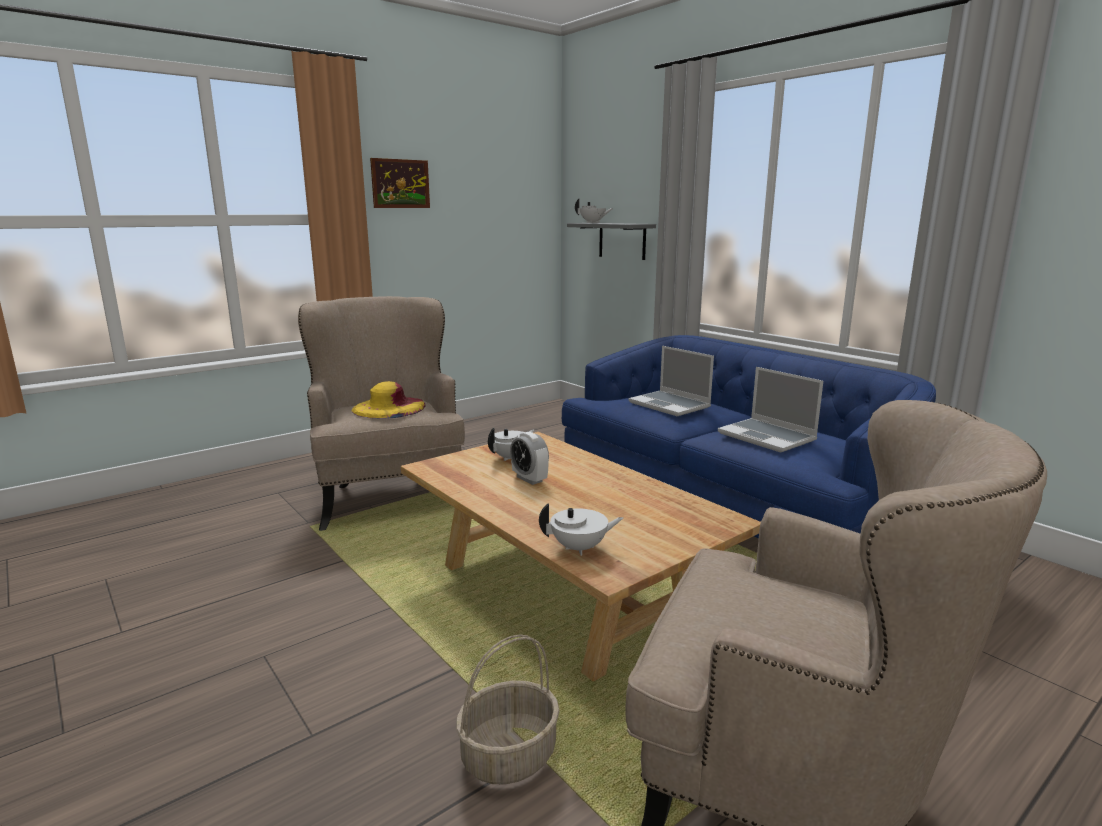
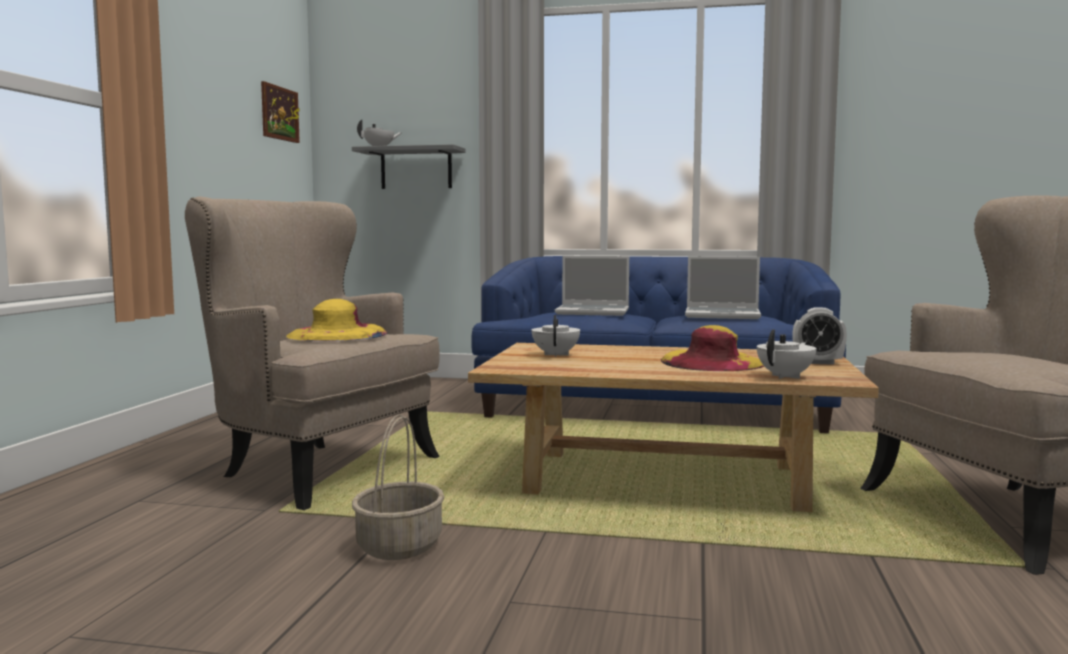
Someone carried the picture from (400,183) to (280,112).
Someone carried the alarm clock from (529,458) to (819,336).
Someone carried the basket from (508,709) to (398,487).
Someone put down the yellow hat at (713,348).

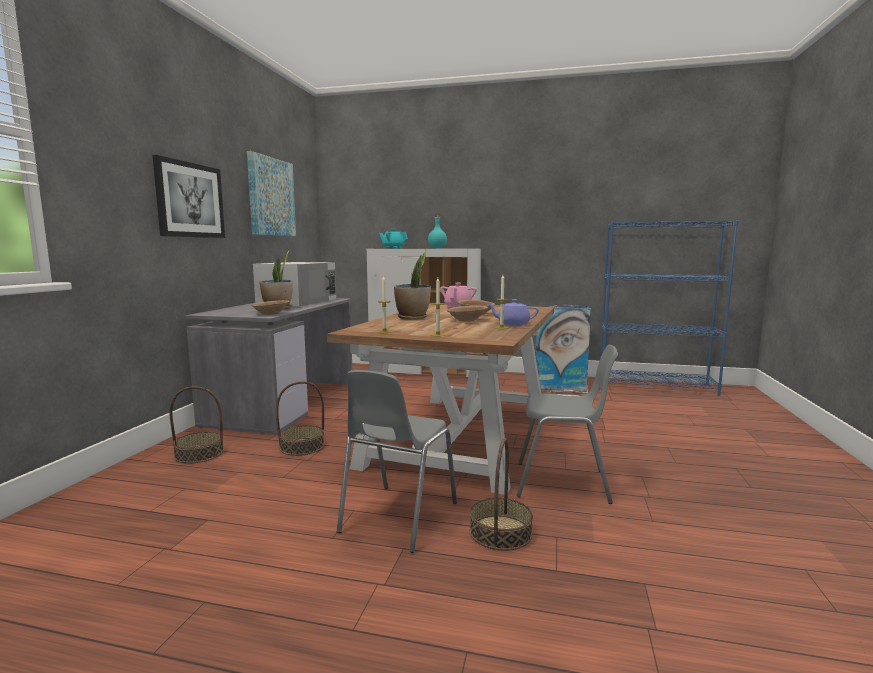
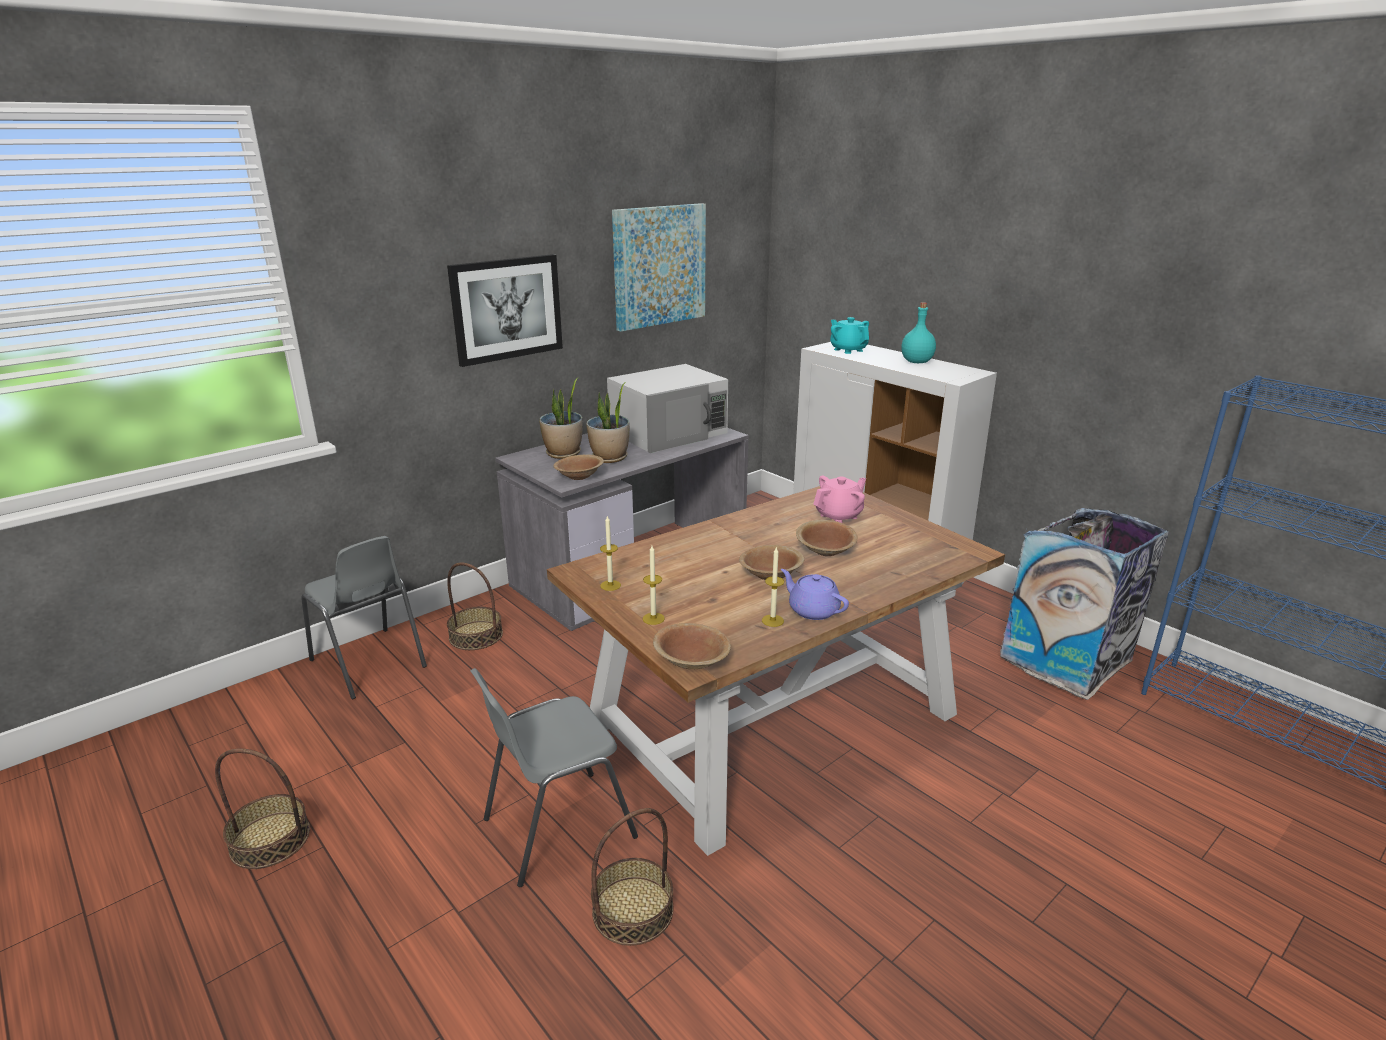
Someone carried the potted plant from (412,285) to (561,418).
Someone carried the grey chair from (567,424) to (364,617).
Someone carried the basket from (300,418) to (262,808).
Someone put down the brown bowl at (692,646).

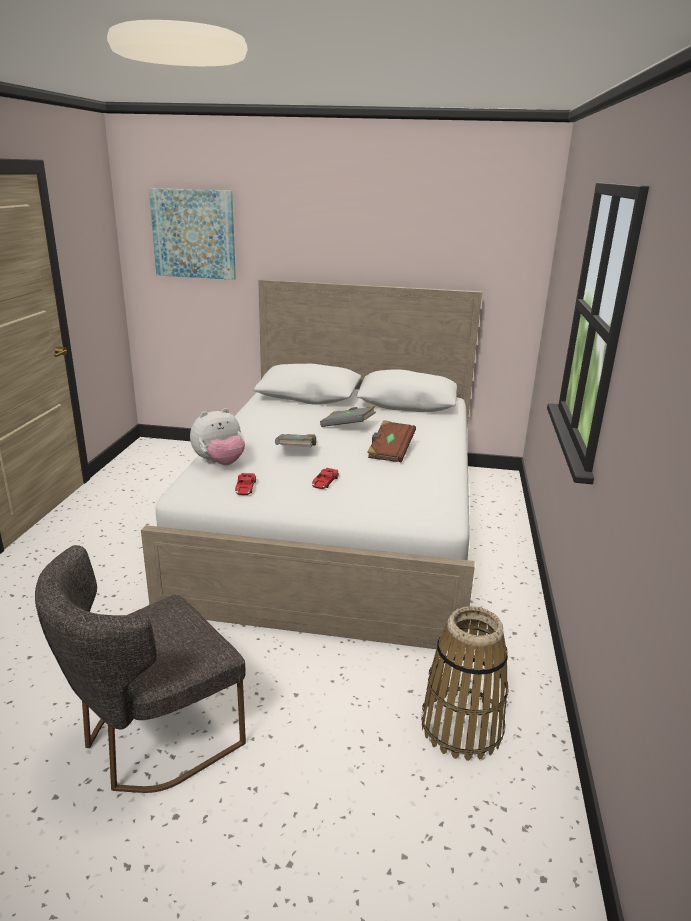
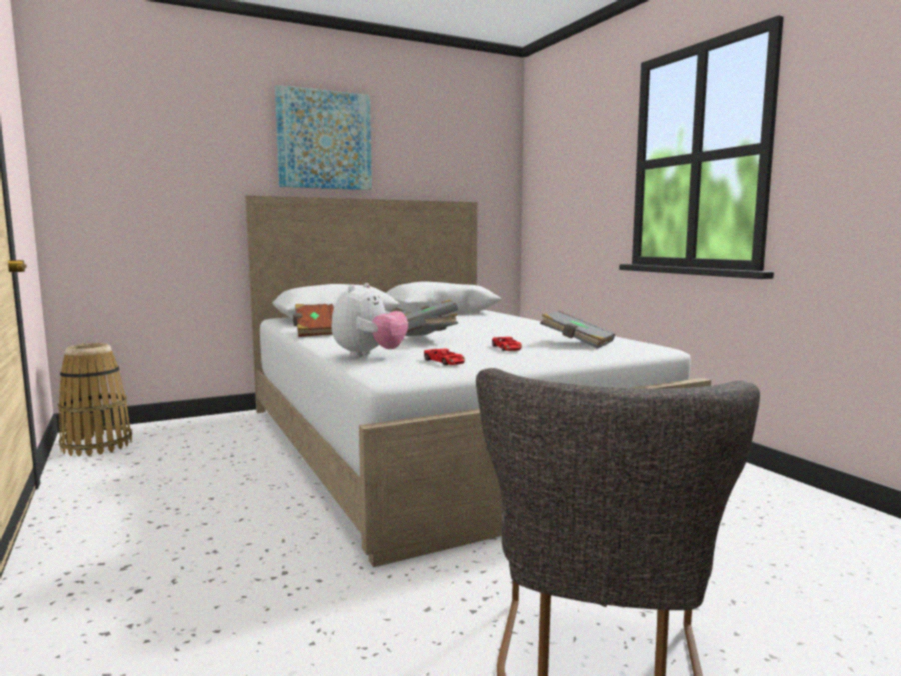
Someone carried the picture from (192,234) to (323,137).
Someone carried the brown book from (391,441) to (313,320).
Someone carried the basket from (464,683) to (95,399).
Someone put down the grey book at (577,330).

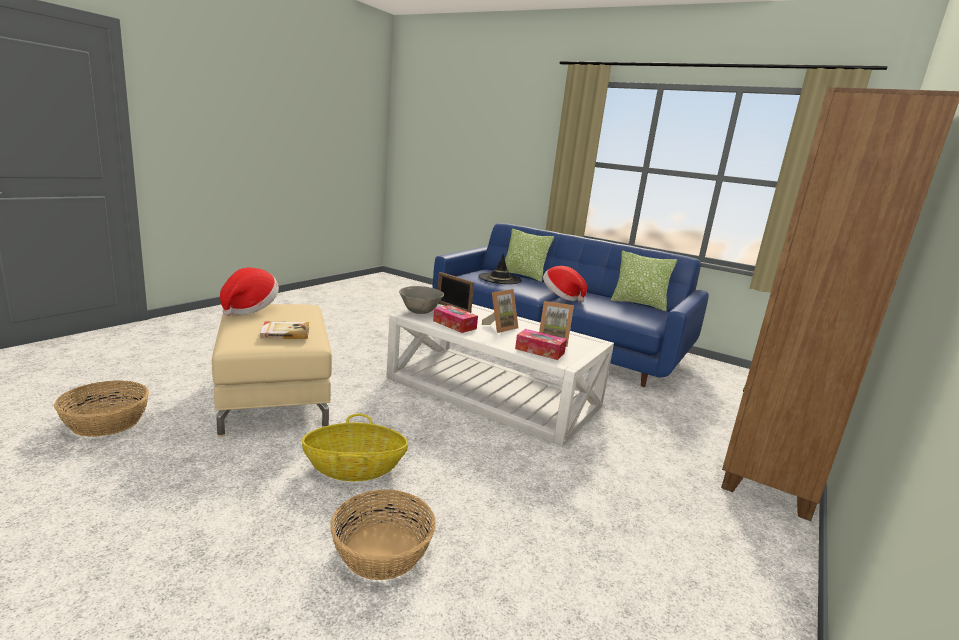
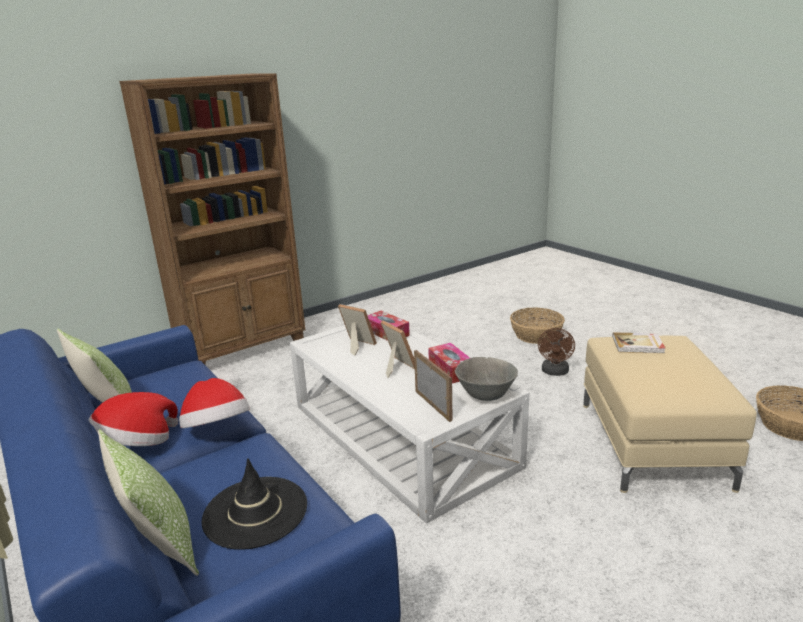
Someone carried the hat from (249,291) to (133,419).
Someone rotated the picture frame at (500,311) by 75 degrees clockwise.
Someone swapped the basket at (355,447) for the brown fan at (556,352).

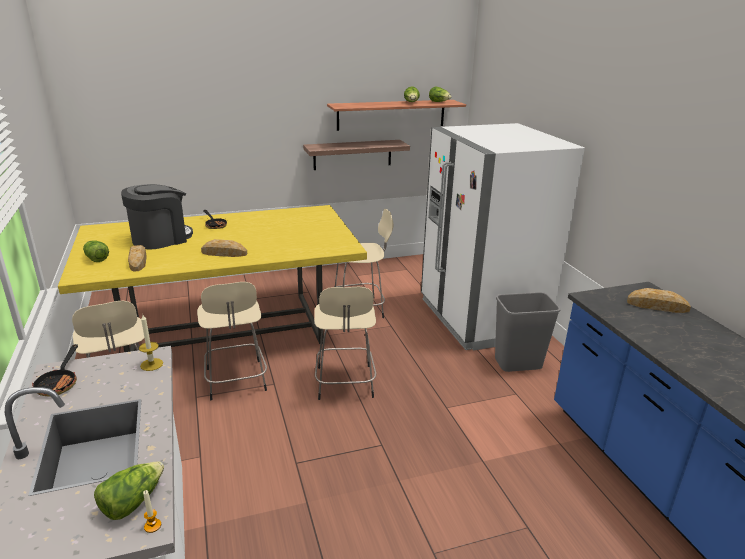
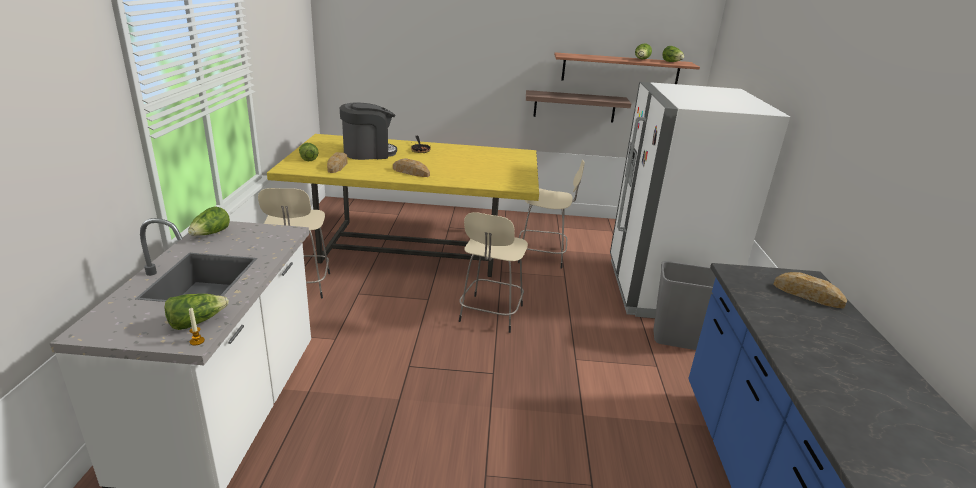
Someone took away the beige stool at (232,341).
Someone took away the candle at (151,343).
Someone swapped the frying pan at (55,370) for the lettuce at (209,221).

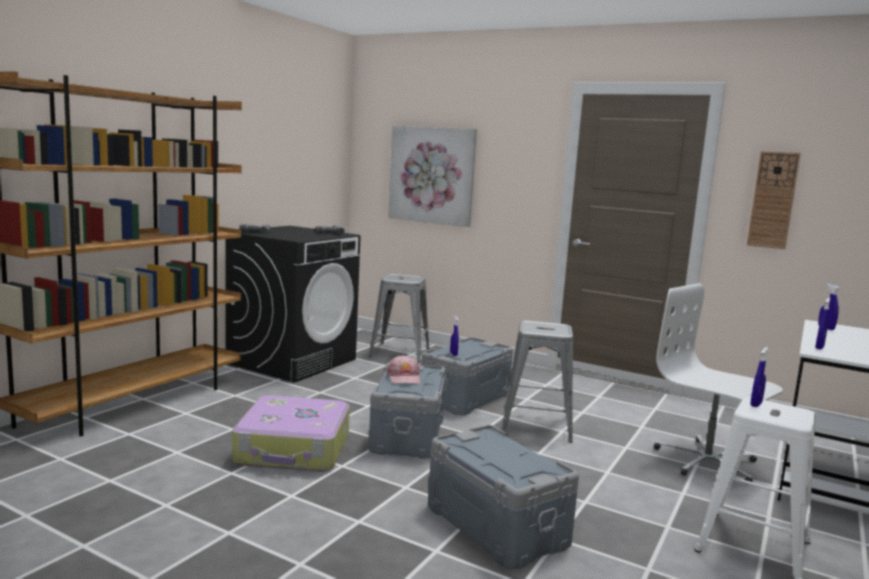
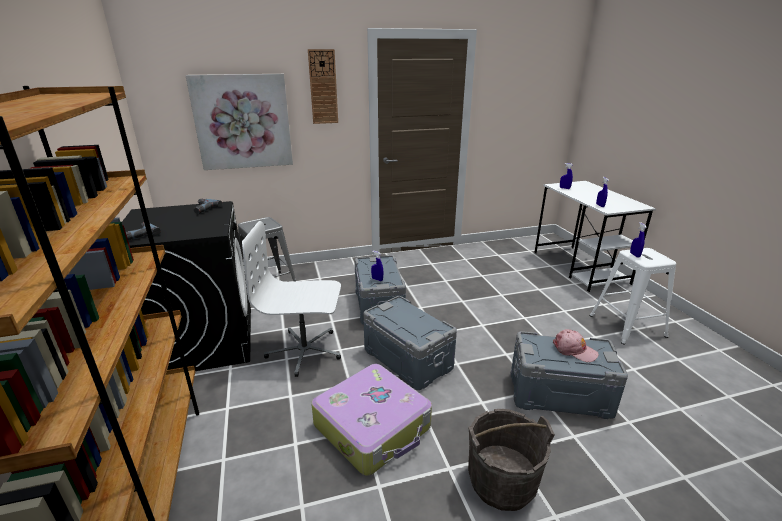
Someone carried the wall clock from (774,200) to (323,86).
Someone carried the white office chair from (718,382) to (291,299).
Someone took away the grey stool at (537,382).
Someone carried the pink cap from (403,369) to (576,345).
Someone put down the grey bucket at (511,460).

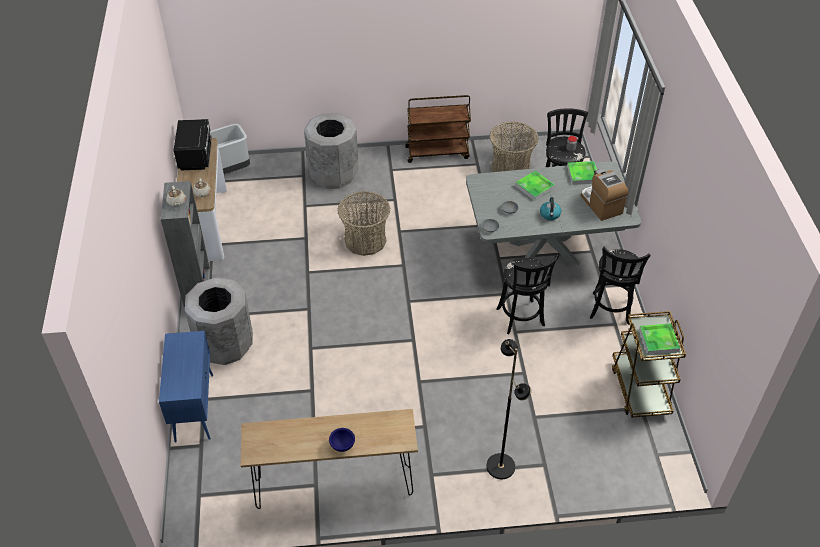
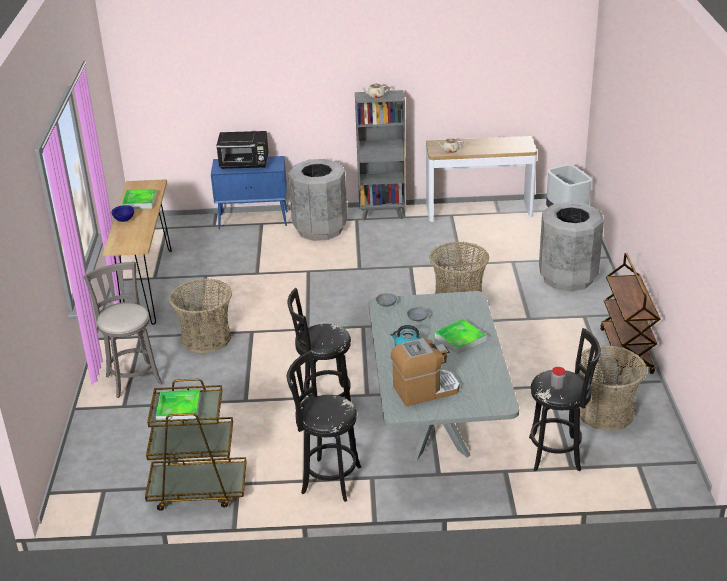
Someone carried the black microwave from (193,144) to (242,150).
Someone carried the tray from (582,173) to (139,199).
Someone swapped the black floor lamp at (508,409) for the grey stool at (123,330).
Someone put down the basket at (200,316).

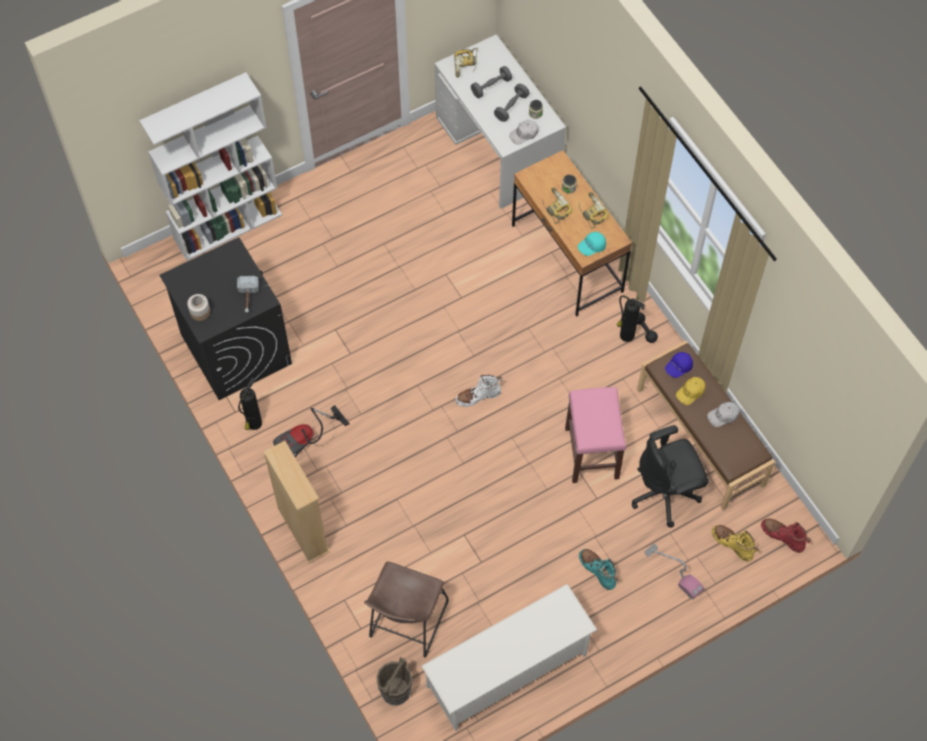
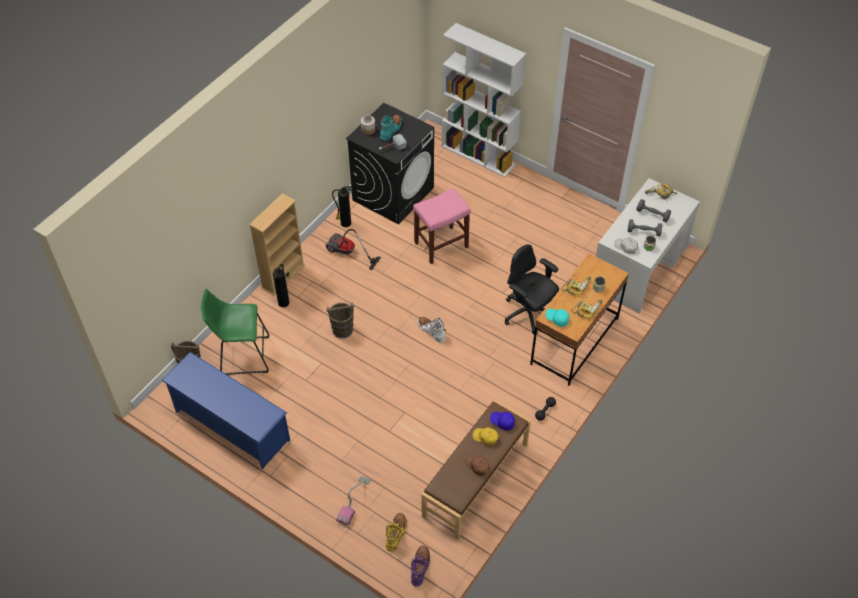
Someone carried the fire extinguisher from (631,318) to (281,285).
Someone carried the pink stool from (595,435) to (442,226).
Someone repainted the white cap at (723,414), which became the brown cap at (477,465).
Someone carried the black office chair from (669,476) to (532,289).
Someone repainted the red boot at (786,535), which became the purple boot at (420,566).
Someone carried the turquoise boot from (598,569) to (391,128).
Someone repainted the brown stool at (406,610), which became the green stool at (235,332).
Someone repainted the white shoe rack at (509,657), which became the blue shoe rack at (225,410).
Someone put down the brown bucket at (340,320).

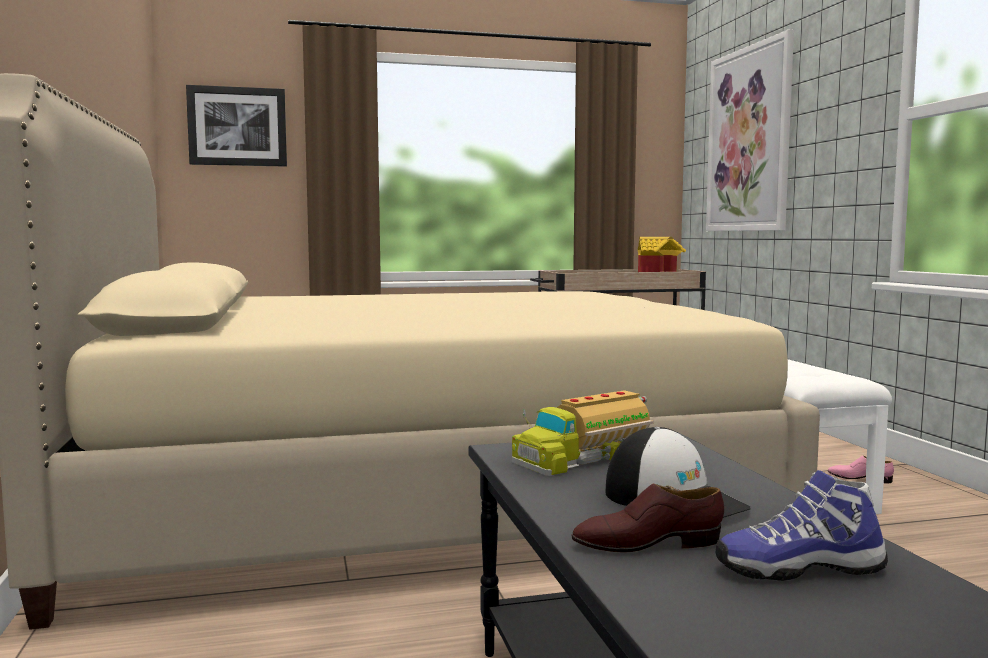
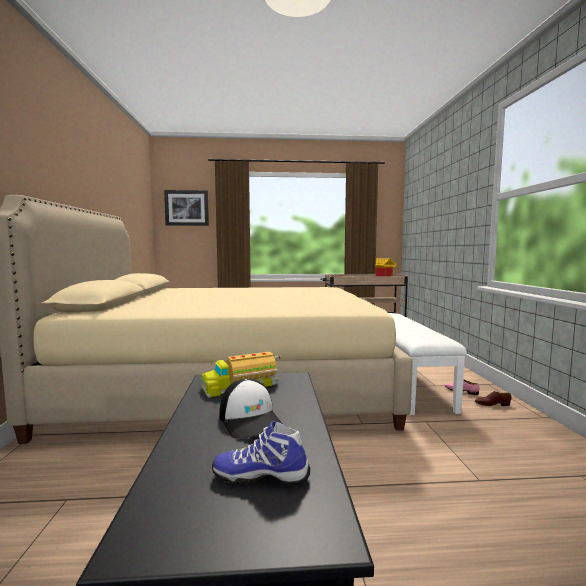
Someone took away the picture at (750,130).
Someone carried the brown shoe from (648,518) to (492,398).

